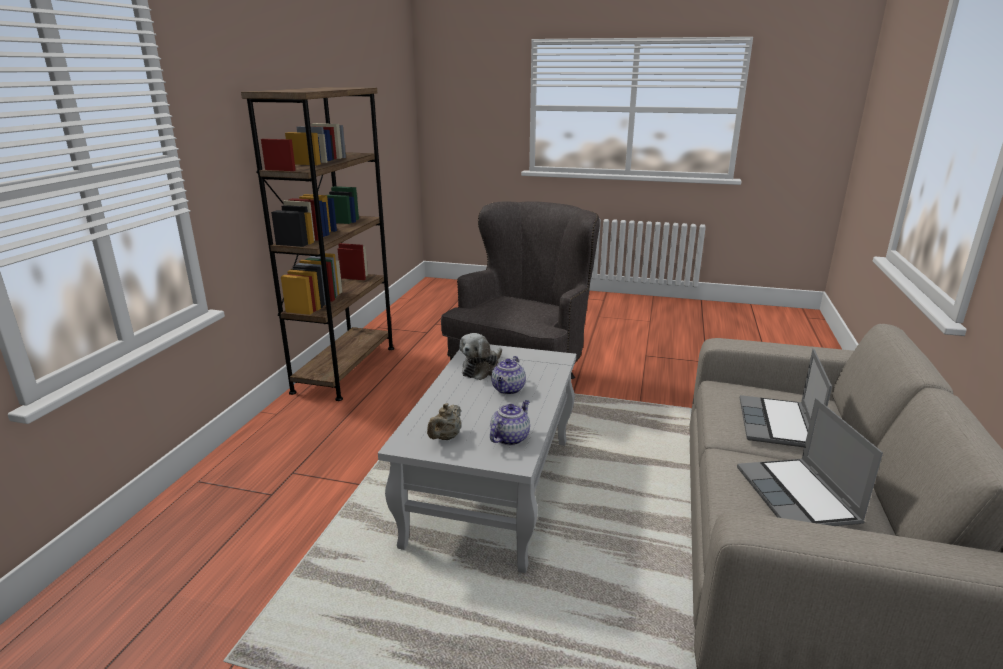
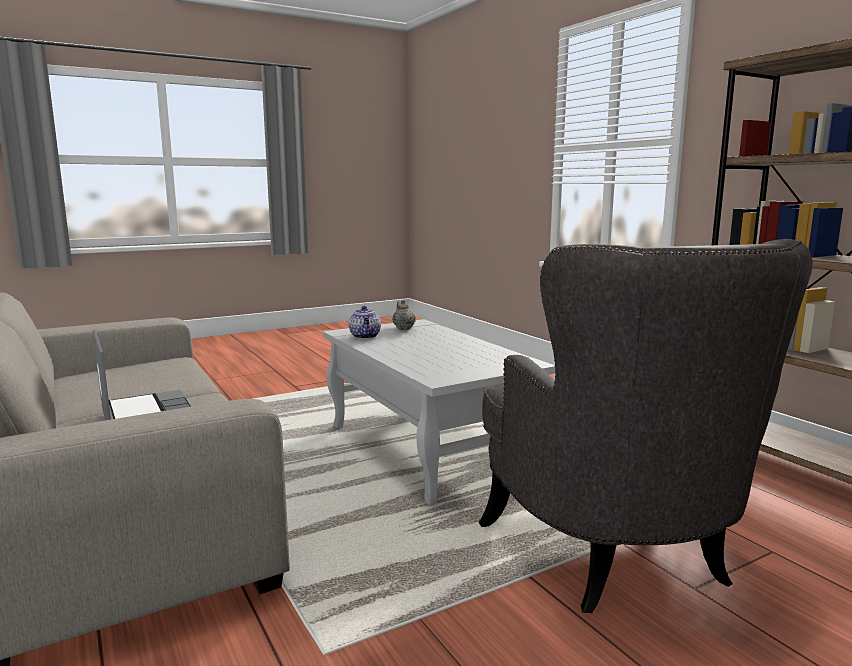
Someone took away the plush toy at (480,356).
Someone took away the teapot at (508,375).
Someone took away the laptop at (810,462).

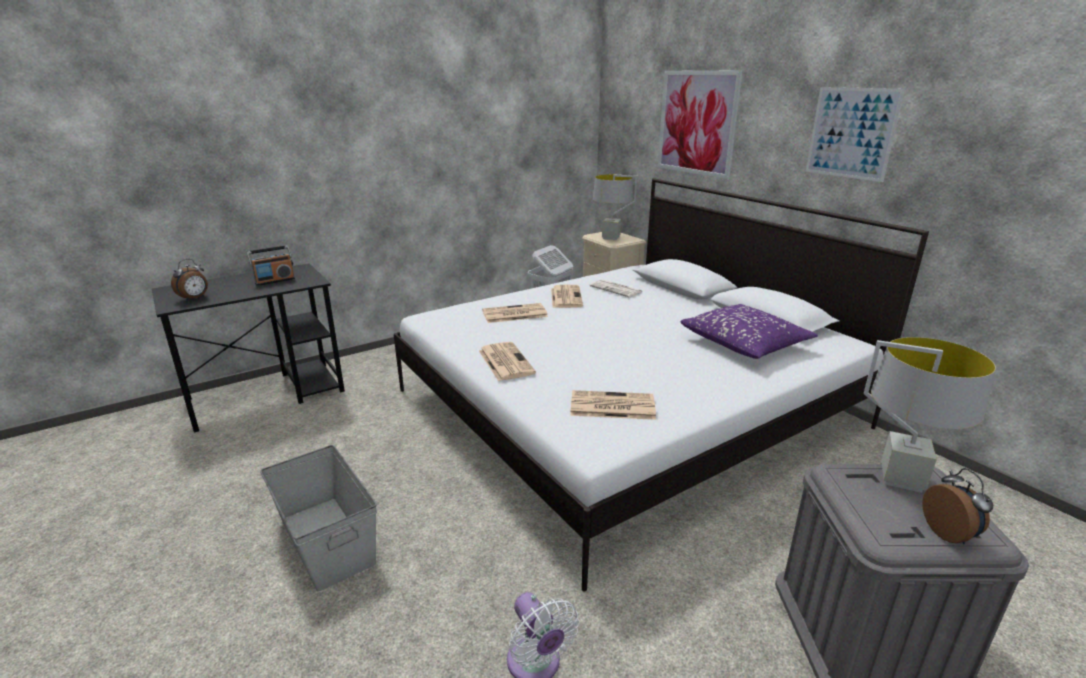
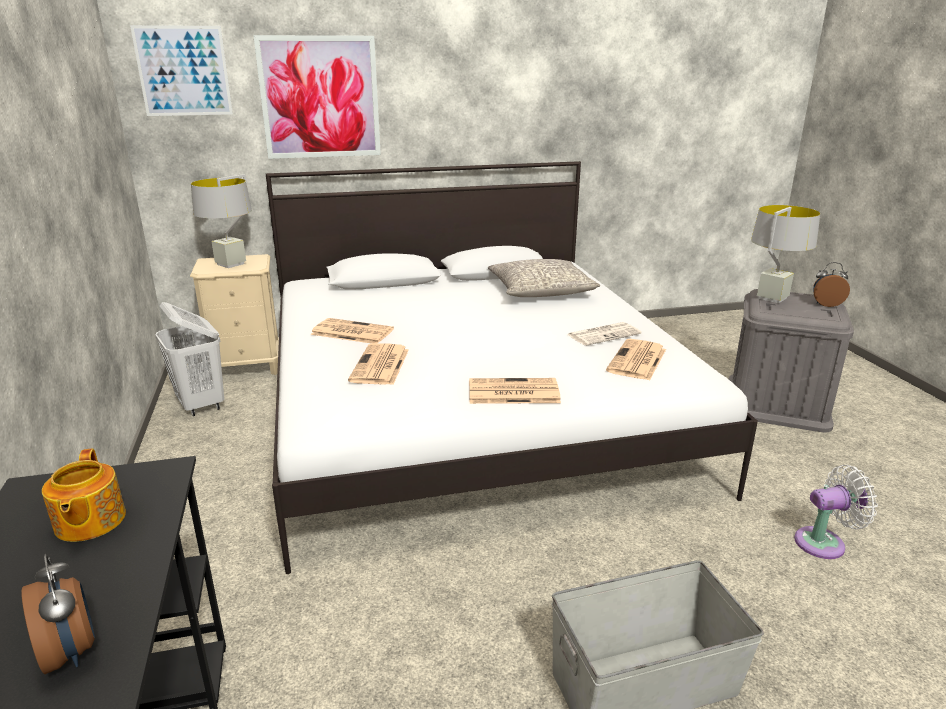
Someone carried the picture from (855,134) to (181,70).
Someone swapped the radio at (271,265) for the teapot at (84,495).
Someone carried the newspaper from (616,288) to (604,334).
Someone repainted the purple pillow at (749,331), which became the grey pillow at (544,278).

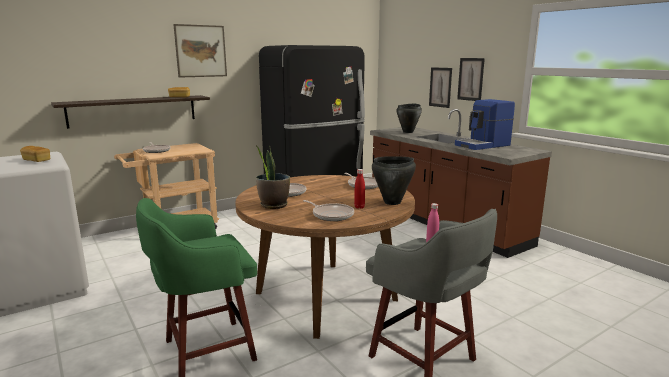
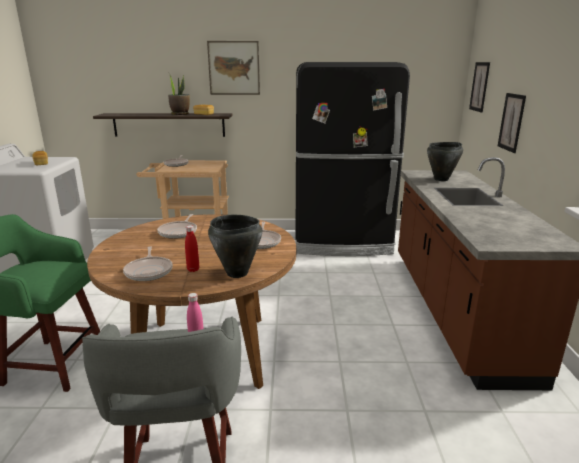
Someone carried the picture from (471,79) to (479,87).
Someone took away the coffee machine at (485,124).
Someone carried the potted plant from (273,177) to (179,94).

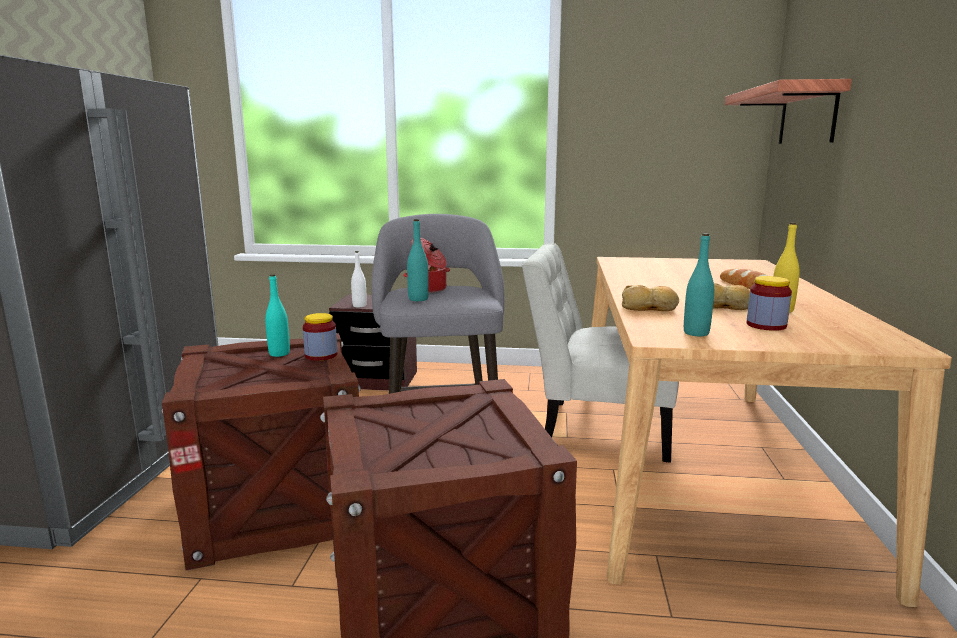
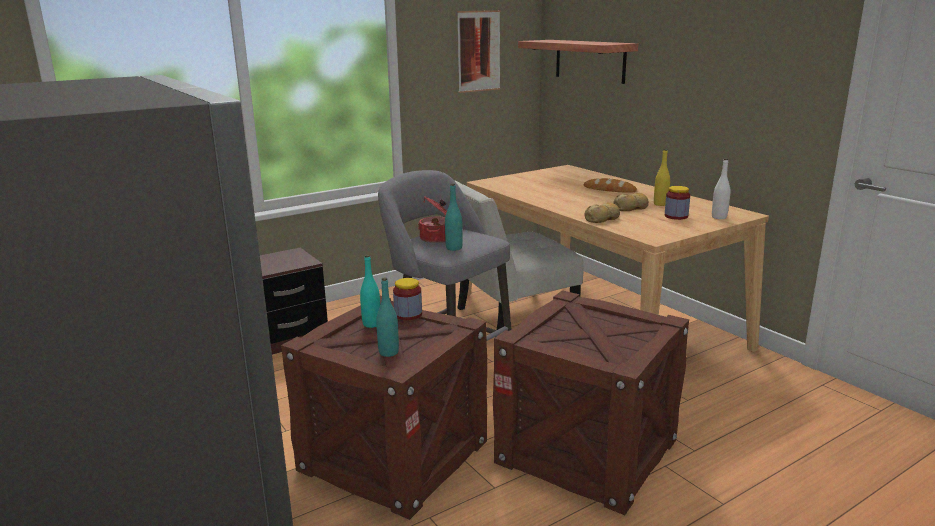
Someone carried the turquoise bottle from (699,284) to (387,317).
Someone carried the white bottle from (359,279) to (721,188).
Someone put up the picture at (478,51).

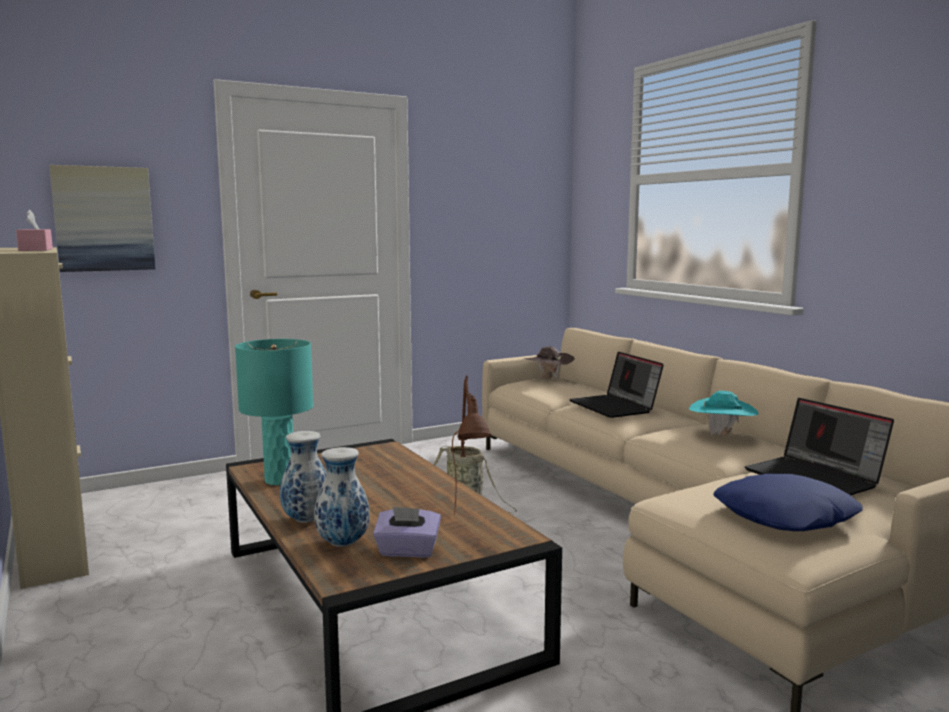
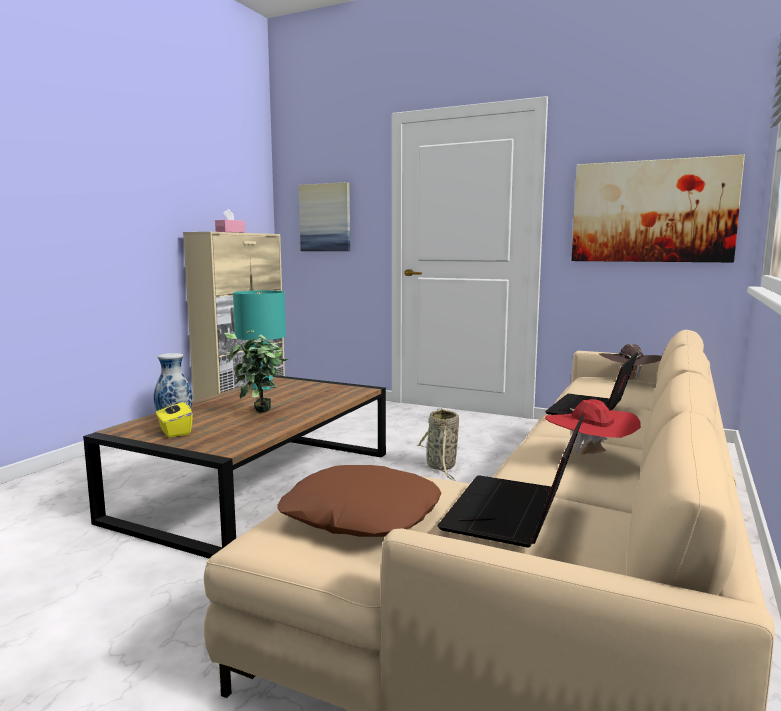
Someone took away the brown table lamp at (471,445).
Someone repainted the turquoise hat at (724,413), which became the red hat at (593,427).
Someone took away the vase at (303,477).
Someone repainted the blue pillow at (788,502), which became the brown pillow at (359,501).
Someone repainted the purple tissue box at (407,532), which became the yellow tissue box at (174,419).
Someone put up the picture at (658,208).
Someone put down the potted plant at (256,371).

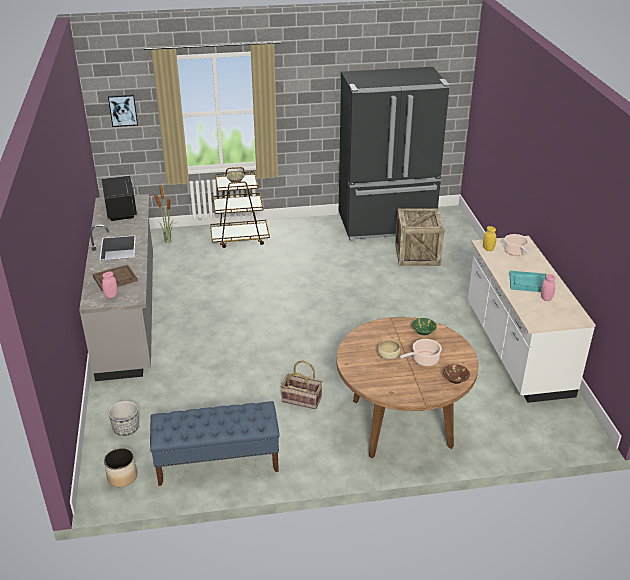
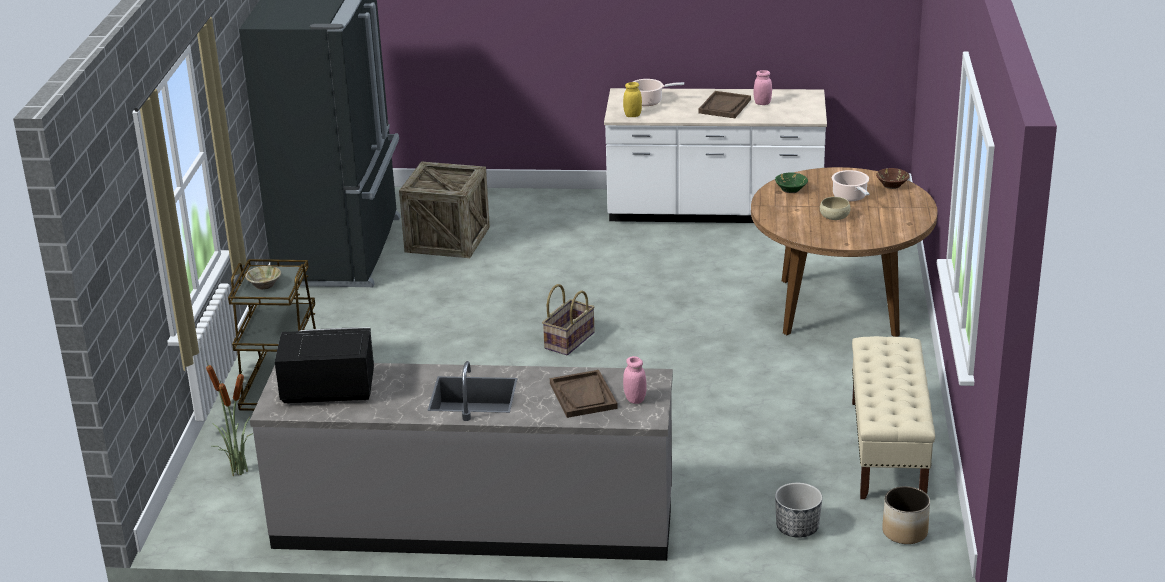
Someone took away the picture at (123,110).
Someone repainted the turquoise tray at (528,281), which became the brown tray at (724,104).
Someone carried the basket from (302,385) to (568,320).
Someone repainted the blue bench at (215,443), which became the beige bench at (893,417).

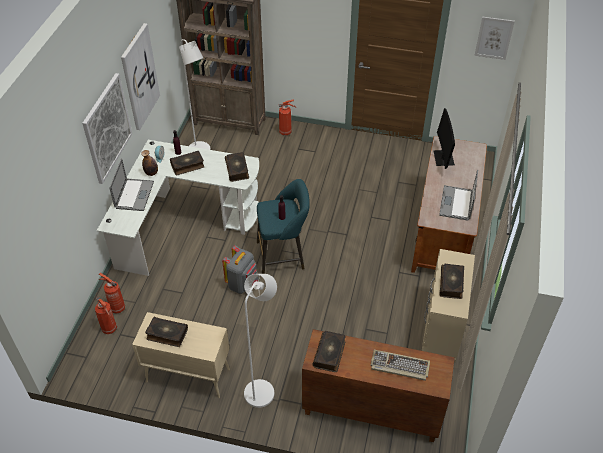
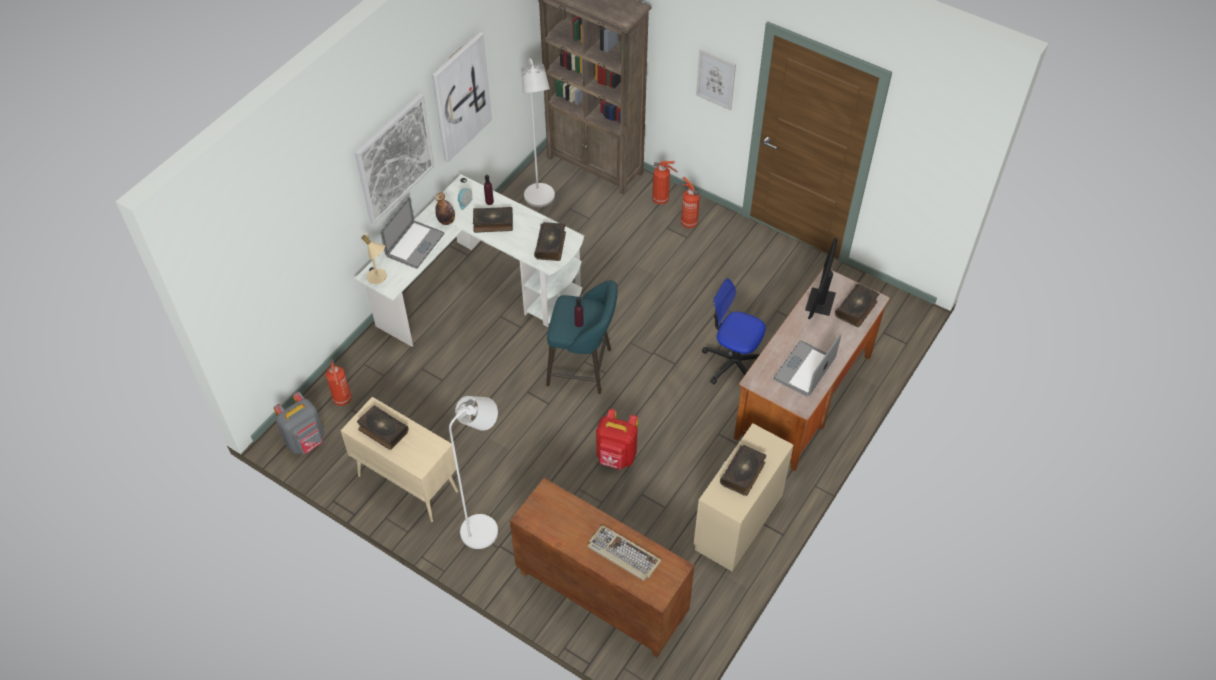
Someone carried the picture from (495,38) to (716,79).
Someone carried the grey backpack from (240,269) to (299,423).
Someone carried the fire extinguisher from (112,293) to (690,202).
Someone carried the book from (329,351) to (857,305).
Someone put down the beige table lamp at (373,258).
Someone put down the office chair at (734,331).
Someone put down the red backpack at (617,439).

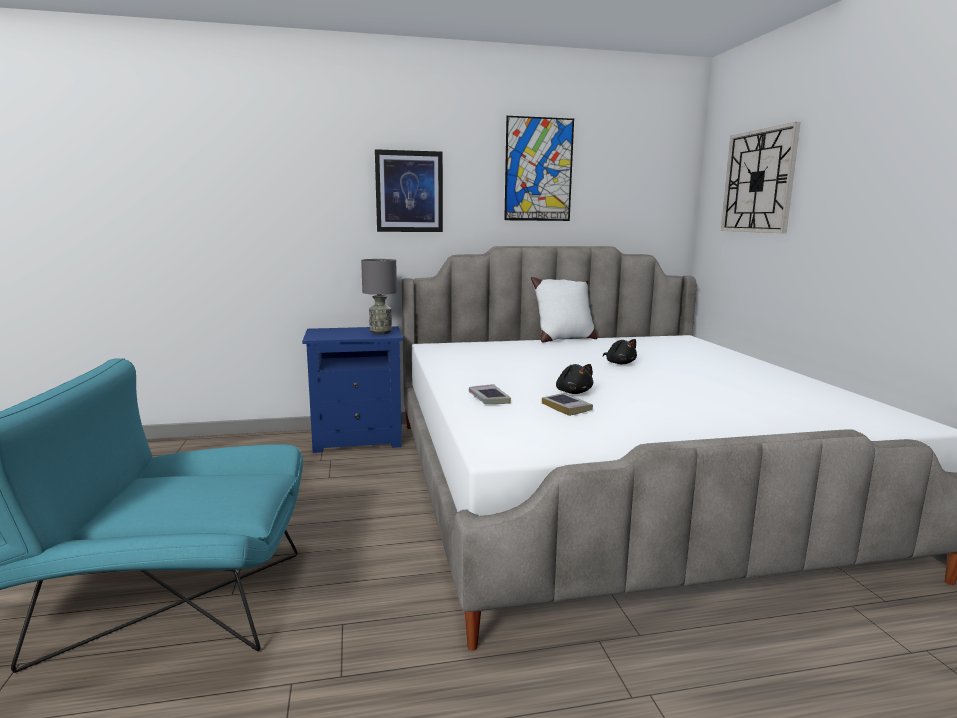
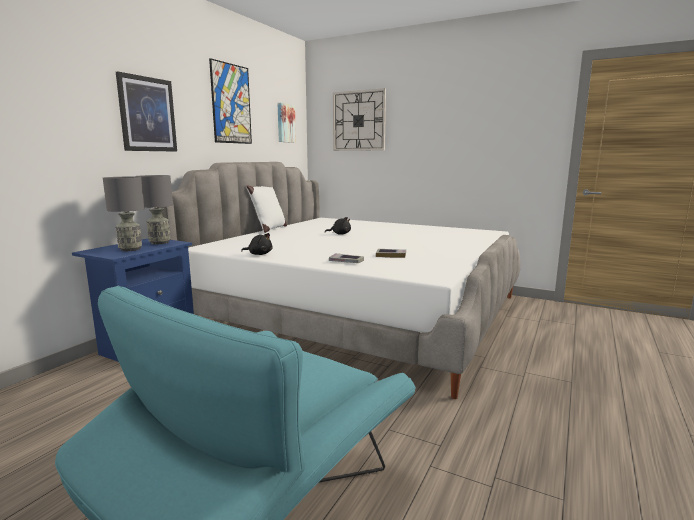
Someone carried the black plush toy from (574,379) to (257,244).
Someone put up the picture at (286,123).
Someone put down the grey table lamp at (124,214).

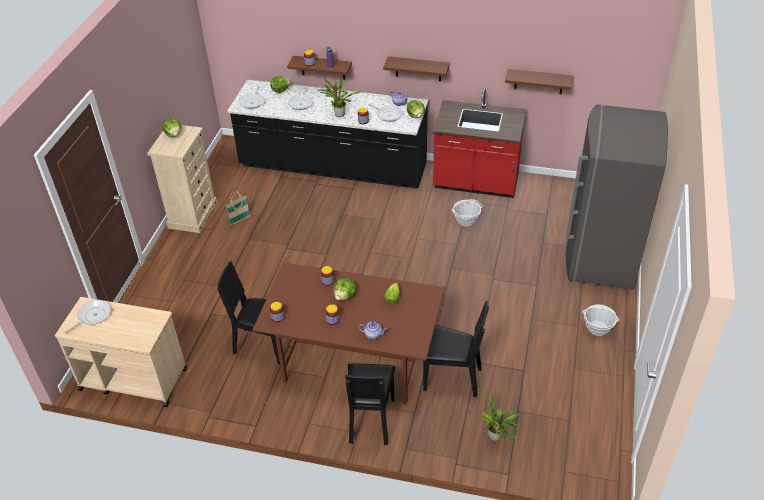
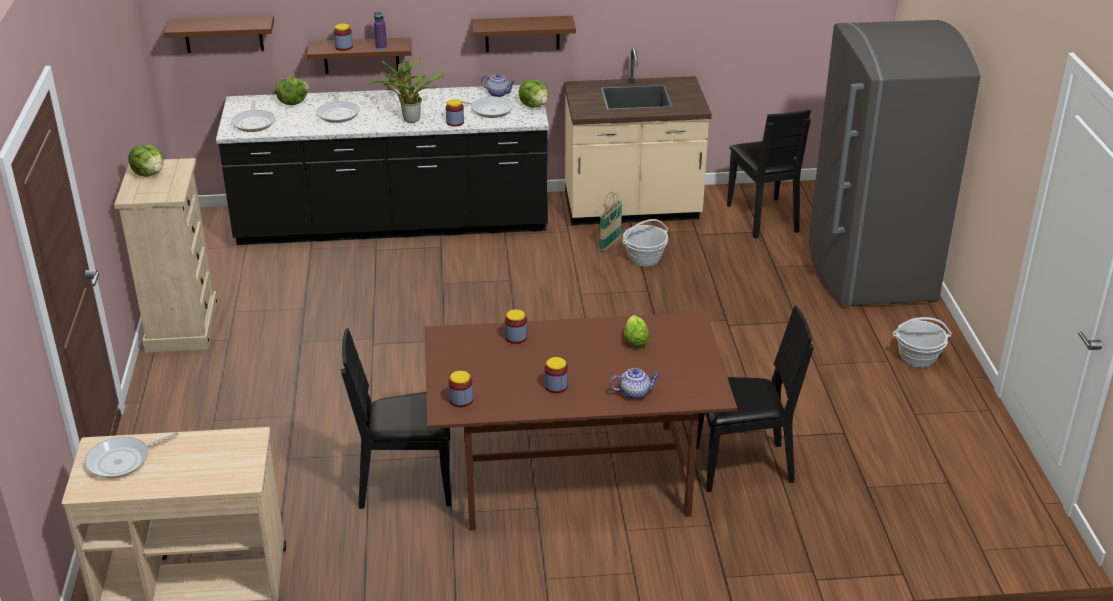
Someone carried the brown shelf from (539,81) to (219,34).
Someone repainted the red counter at (479,143), which became the beige counter at (638,136).
Someone carried the basket from (238,208) to (610,221).
Someone took away the lettuce at (345,288).
Someone rotated the frying pan at (87,317) by 150 degrees counterclockwise.
Someone carried the black chair from (370,404) to (769,173).
Someone took away the potted plant at (493,418).

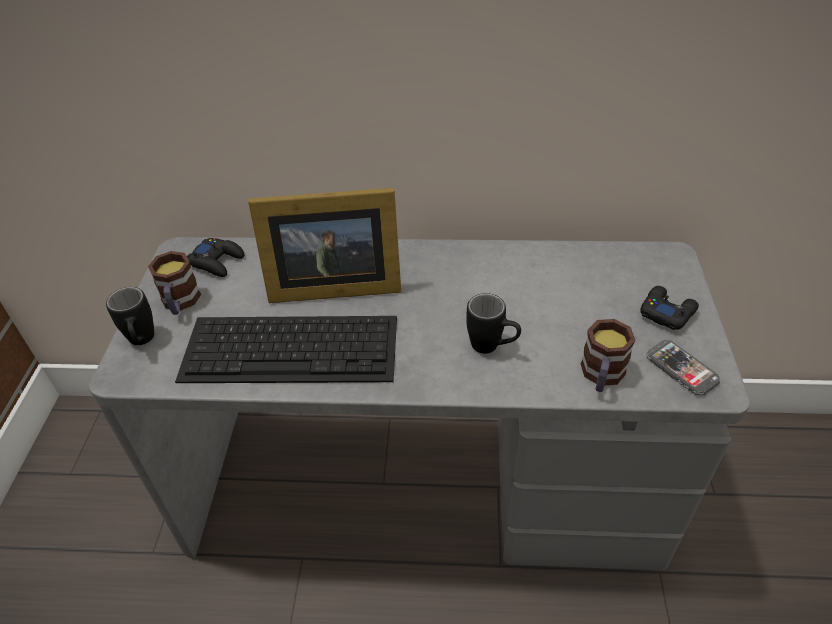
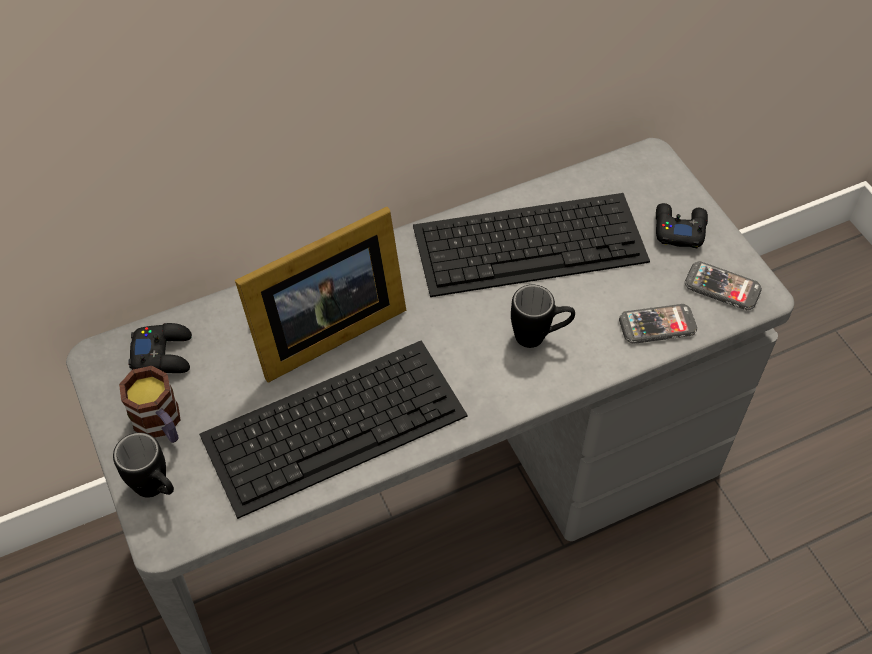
Someone swapped the mug at (608,355) for the phone at (658,324).
Someone put down the keyboard at (531,245).

